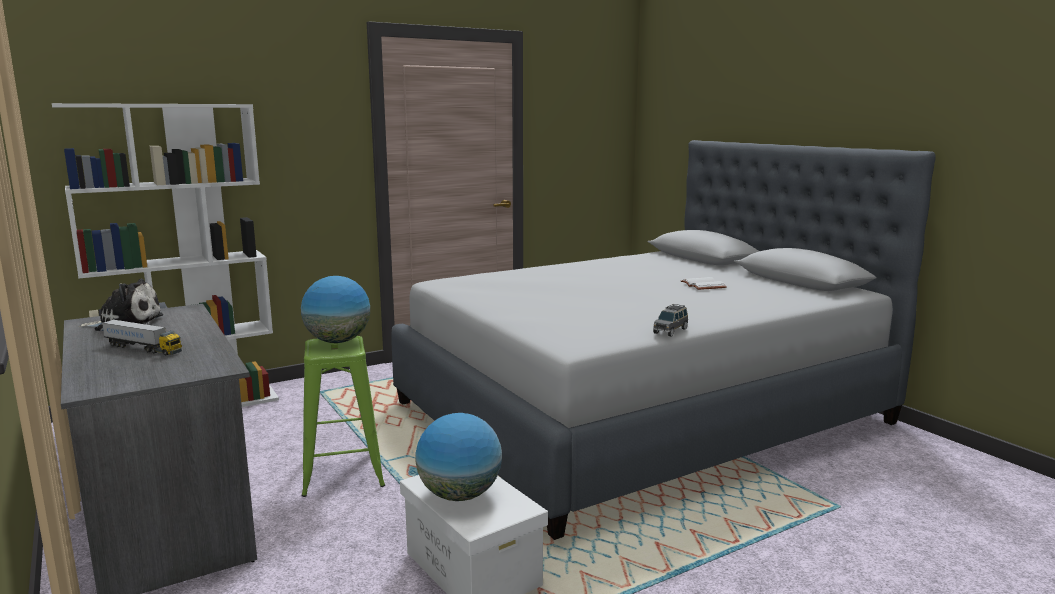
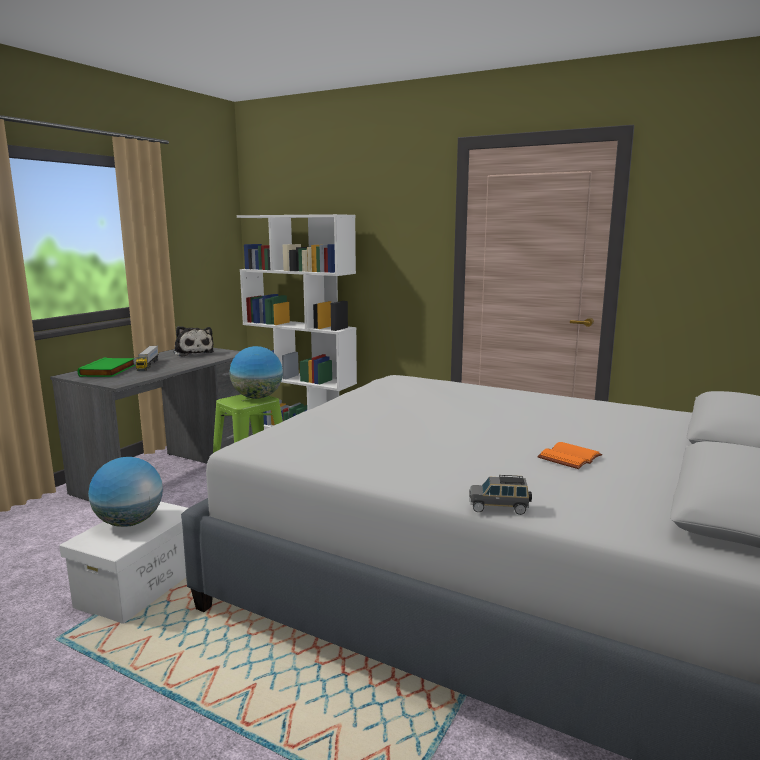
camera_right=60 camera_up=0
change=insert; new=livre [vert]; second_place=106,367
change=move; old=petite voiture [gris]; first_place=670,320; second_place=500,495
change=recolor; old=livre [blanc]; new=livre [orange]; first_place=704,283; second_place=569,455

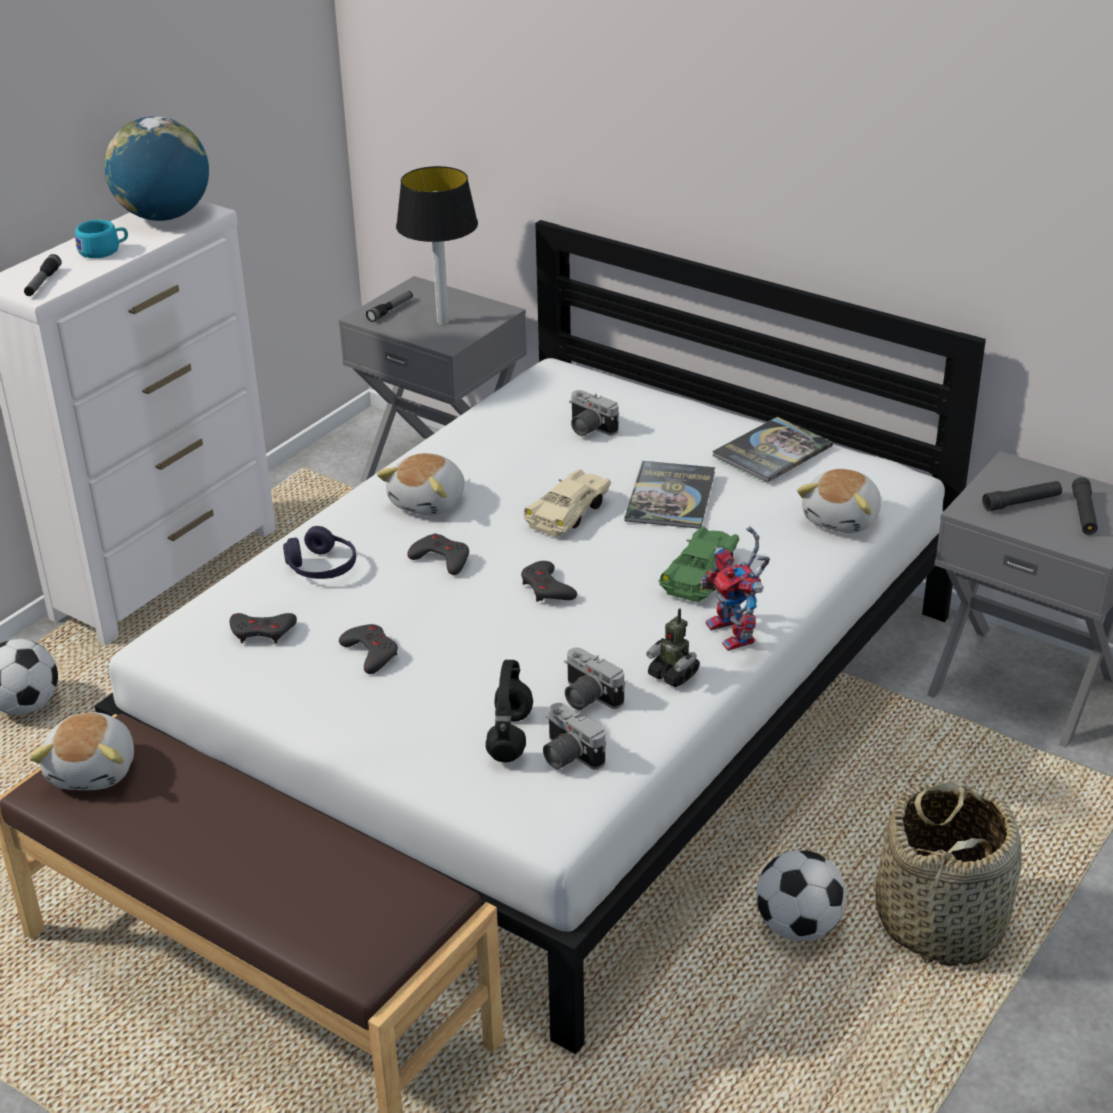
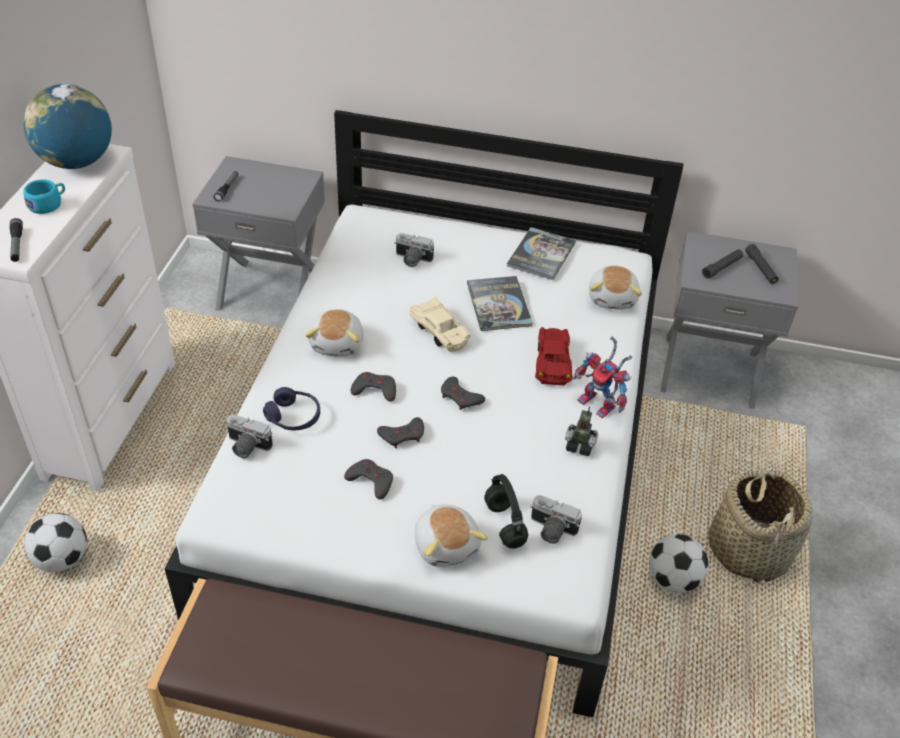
camera_right=-25 camera_up=10
change=move; old=appareil photo; first_place=594,678; second_place=249,436
change=move; old=manette [gris]; first_place=263,628; second_place=400,432
change=rotate; old=petite voiture [beige]; first_place=567,503; second_place=440,324; degrees=135
change=move; old=peluche; first_place=81,751; second_place=451,535
change=recolor; old=petite voiture [vert]; new=petite voiture [rouge]; first_place=699,564; second_place=554,356
change=delete; old=lampe de table; first_place=437,245

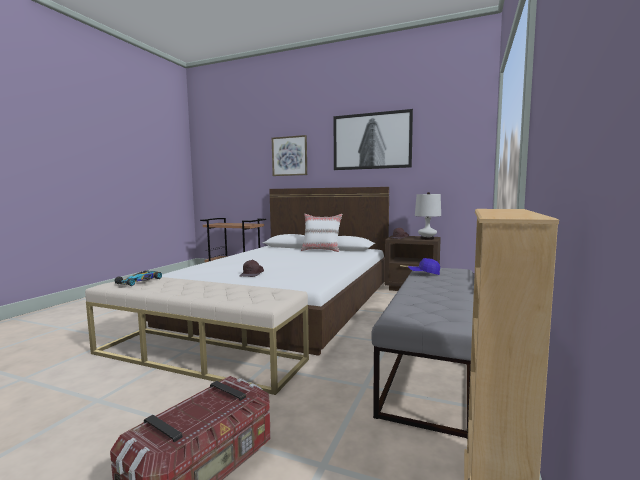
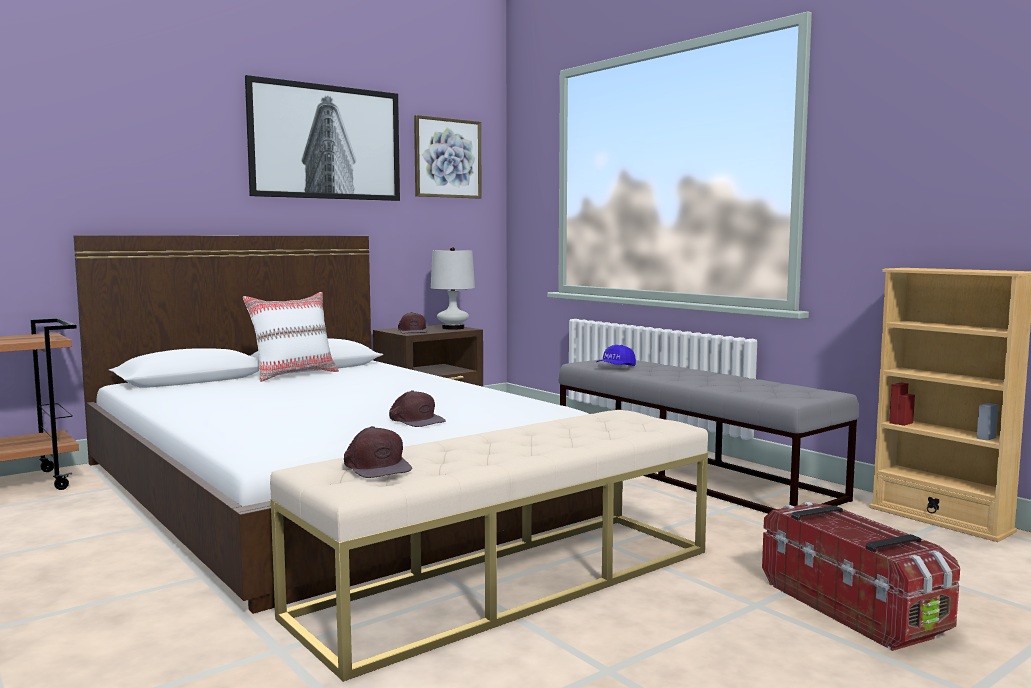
camera_right=-60 camera_up=0
change=replace; old=petite voiture; new=casquette [marron]; first_place=138,278; second_place=378,452
change=move; old=tableau; first_place=289,155; second_place=448,157

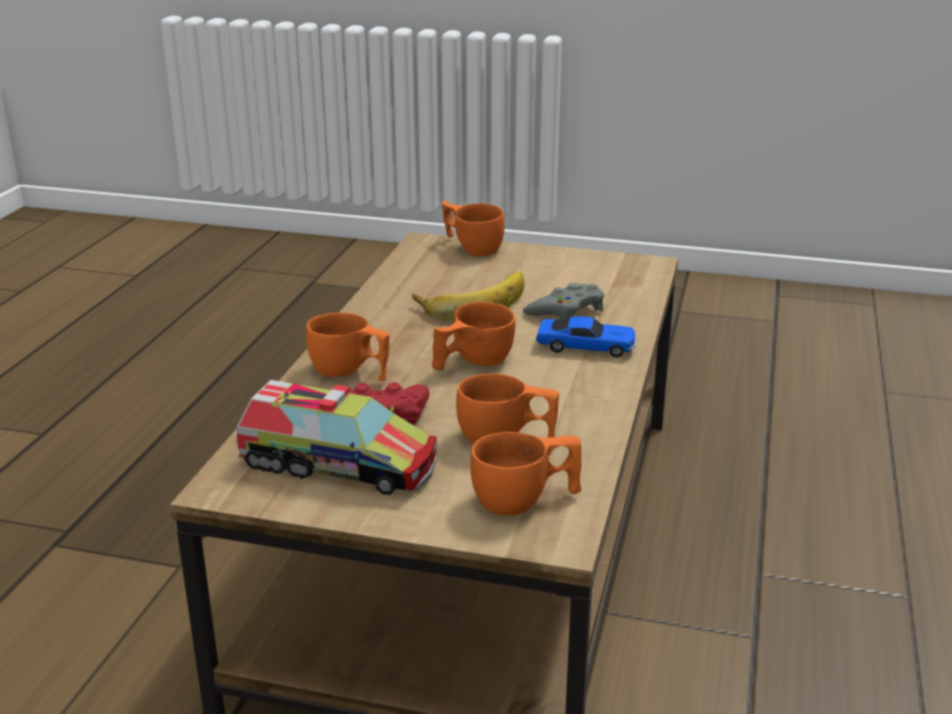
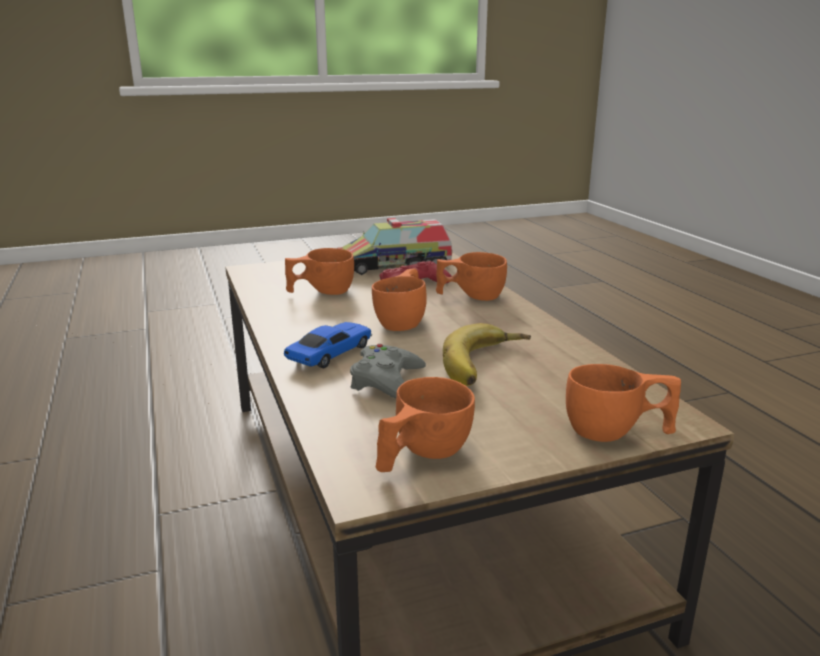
camera_right=145 camera_up=-5
change=rotate; old=petite voiture; first_place=586,337; second_place=328,345; degrees=150
change=move; old=tasse [orange]; first_place=526,474; second_place=425,424

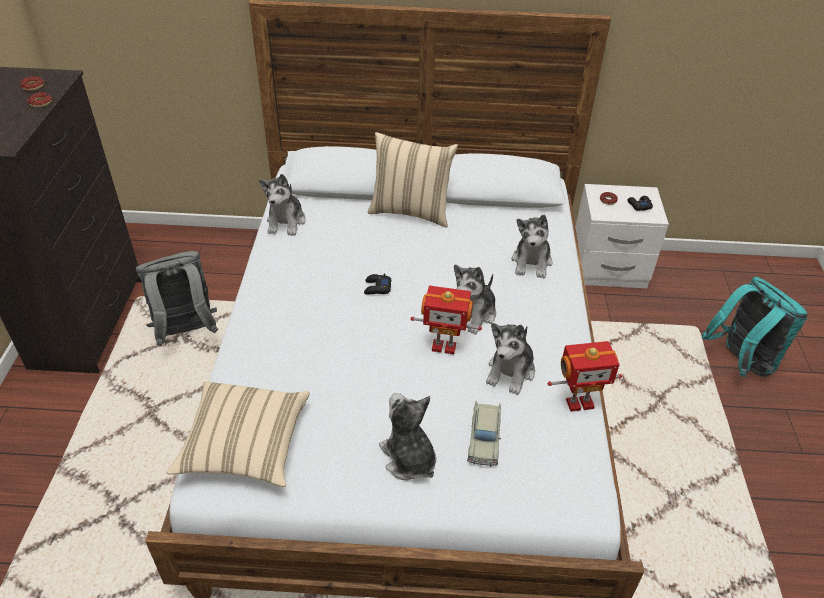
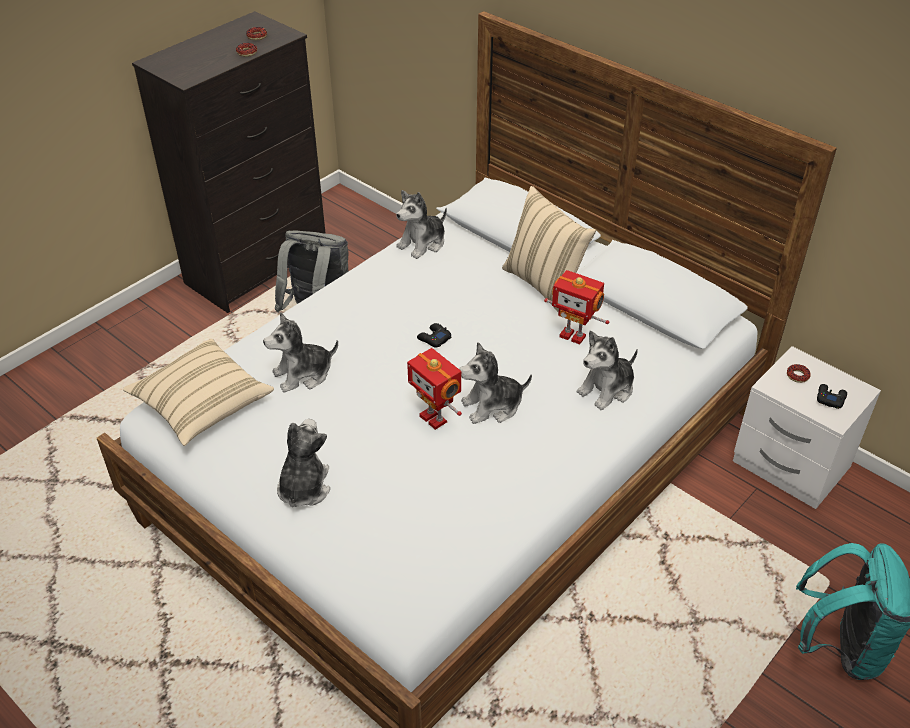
camera_right=40 camera_up=0
change=move; old=peluche; first_place=510,359; second_place=300,352
change=move; old=robot jouet; first_place=585,376; second_place=576,307
change=delete; old=petite voiture [beige]; first_place=484,434

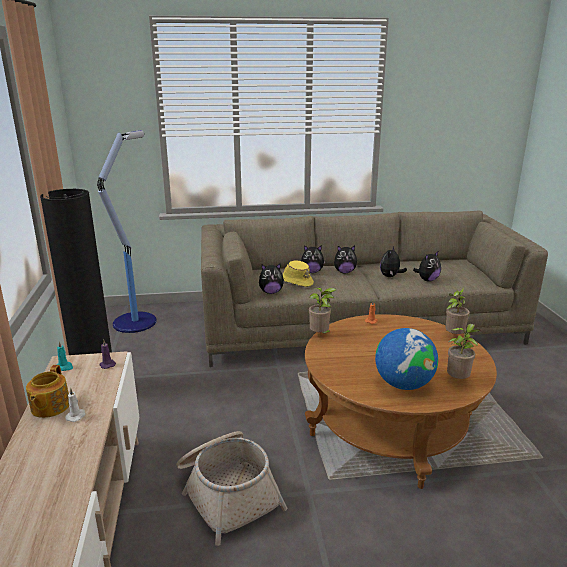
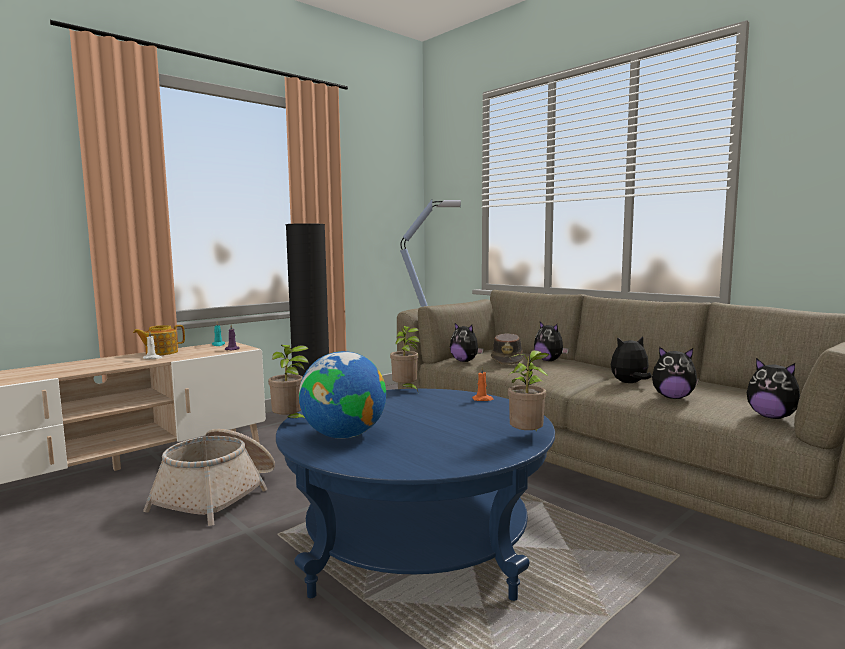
camera_right=55 camera_up=-15
change=move; old=plante en pot; first_place=463,351; second_place=288,381
change=recolor; old=table basse [marron]; new=table basse [bleu]; first_place=401,401; second_place=415,495
change=recolor; old=chapeau [jaune]; new=chapeau [marron]; first_place=298,273; second_place=507,349
change=move; old=peluche; first_place=345,259; second_place=773,388

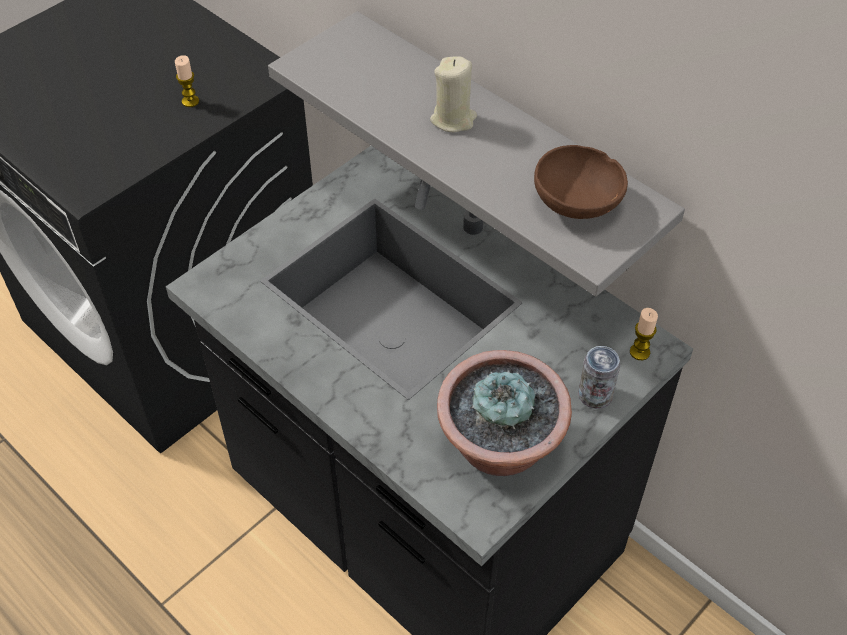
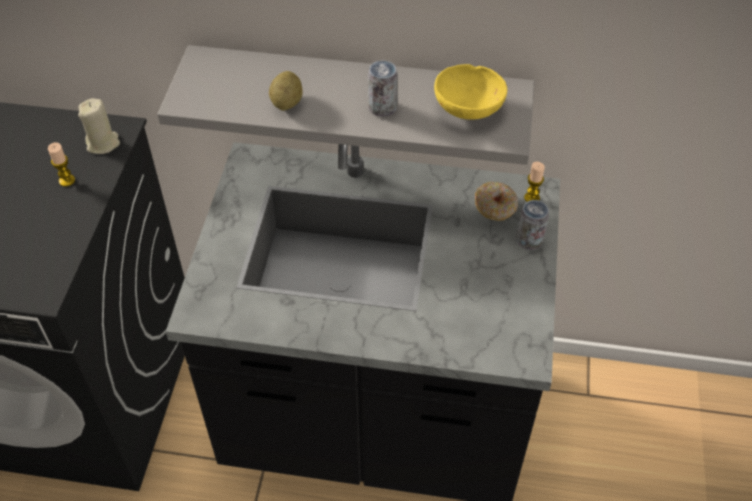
camera_right=-35 camera_up=0
change=move; old=bougie [beige]; first_place=453,94; second_place=99,126
change=insert; new=pomme de terre; second_place=286,91
change=insert; new=boîte métallique; second_place=383,88
change=recolor; old=bol [marron]; new=bol [jaune]; first_place=581,182; second_place=470,92
change=insert; new=beignet; second_place=496,201
change=delete; old=plante en pot; first_place=504,413

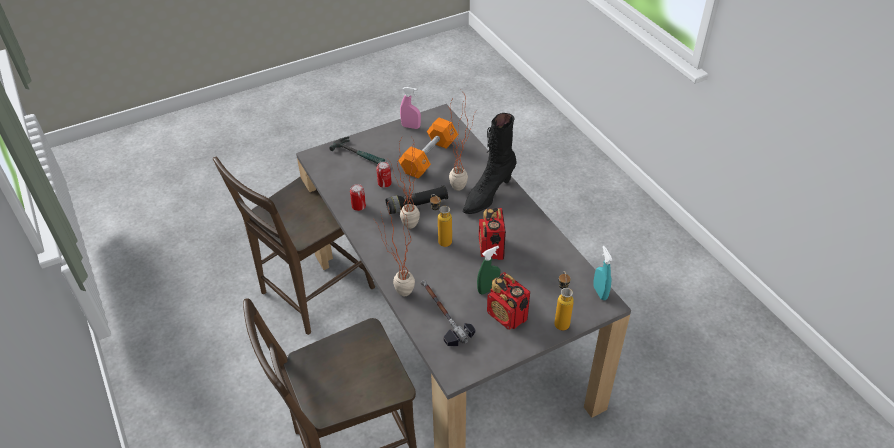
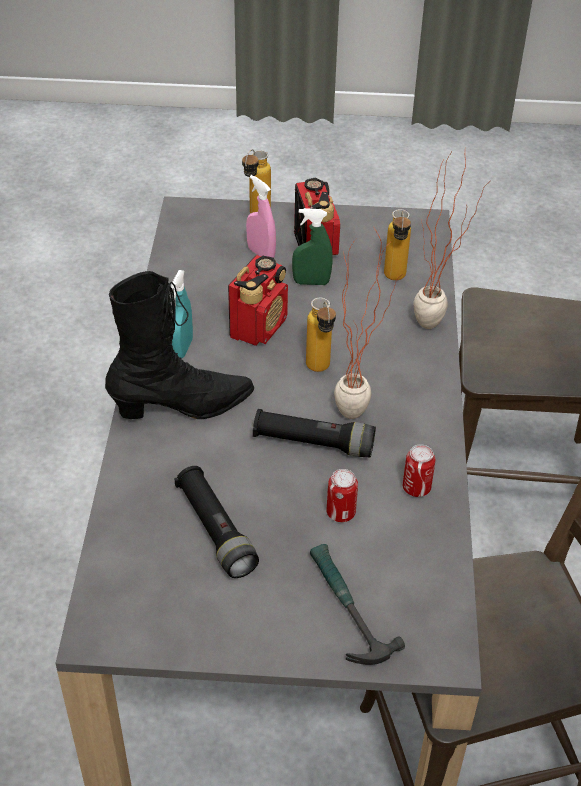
camera_right=-150 camera_up=0
change=move; old=vaporisateur [turquoise]; first_place=603,273; second_place=182,314
change=replace; old=haltère [orange]; new=lampe de poche [noir]; first_place=428,148; second_place=216,522
change=move; old=vaporisateur [rose]; first_place=410,108; second_place=261,216
change=replace; old=marteau; new=bouteille; first_place=448,313; second_place=397,244
change=delete; old=plante en pot; first_place=461,140

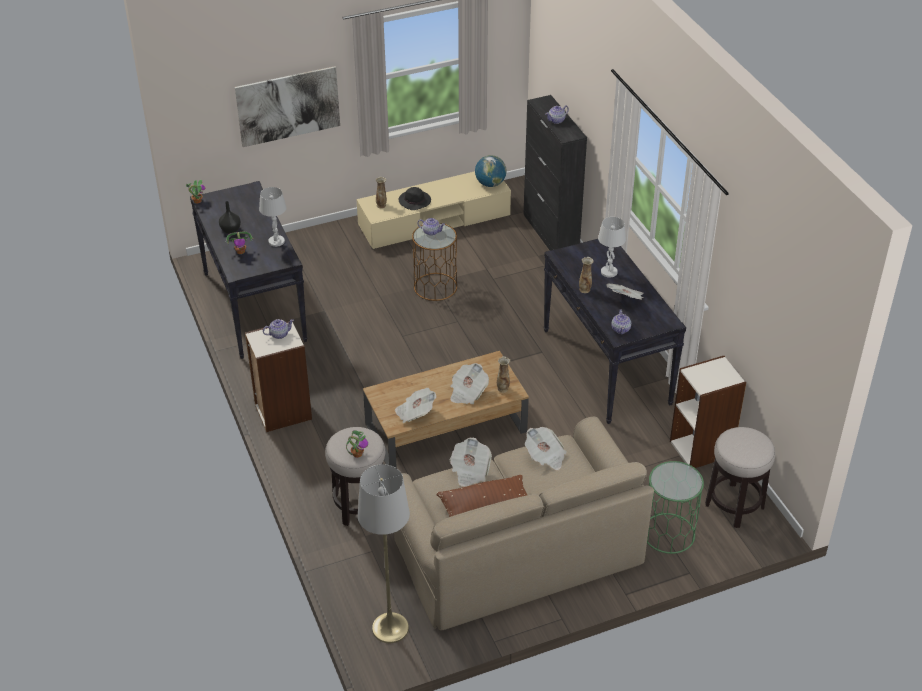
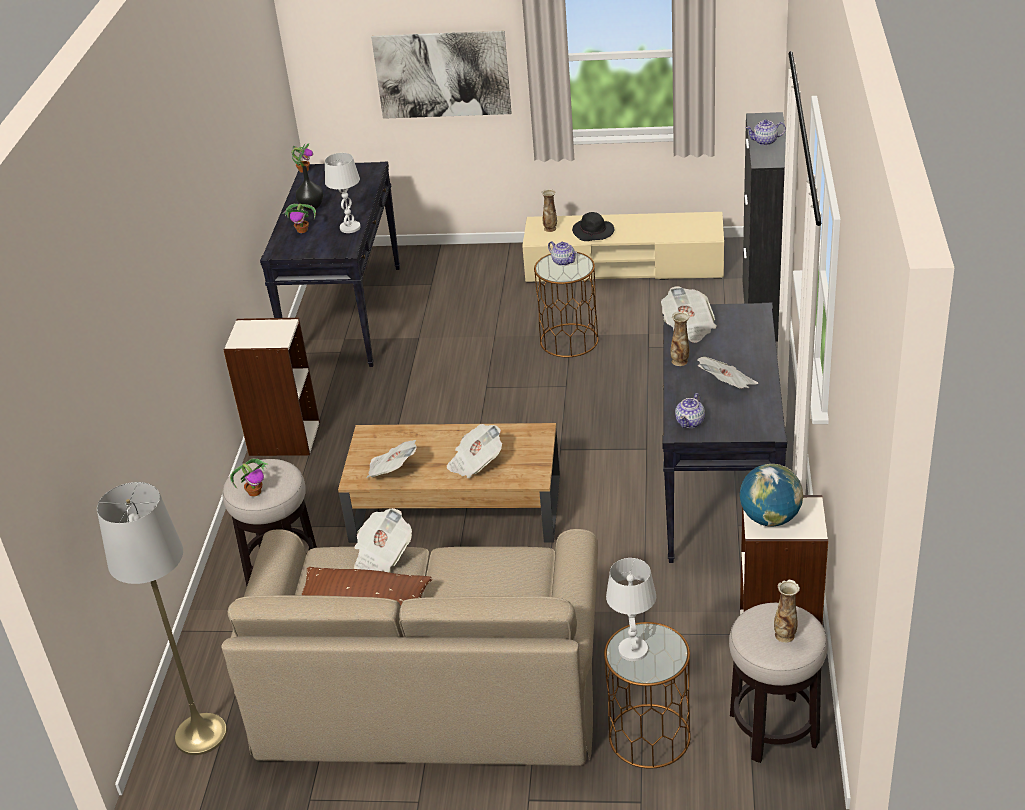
camera_right=30 camera_up=-5
change=recolor; old=table d'appoint [vert]; new=table d'appoint [marron]; first_place=675,507; second_place=647,695
change=move; old=lampe de table [blanc]; first_place=612,247; second_place=631,609
change=move; old=journal; first_place=546,448; second_place=689,314
change=move; old=globe; first_place=490,171; second_place=771,495
change=move; old=vase; first_place=503,374; second_place=787,611
change=delete; old=théière; first_place=278,329

